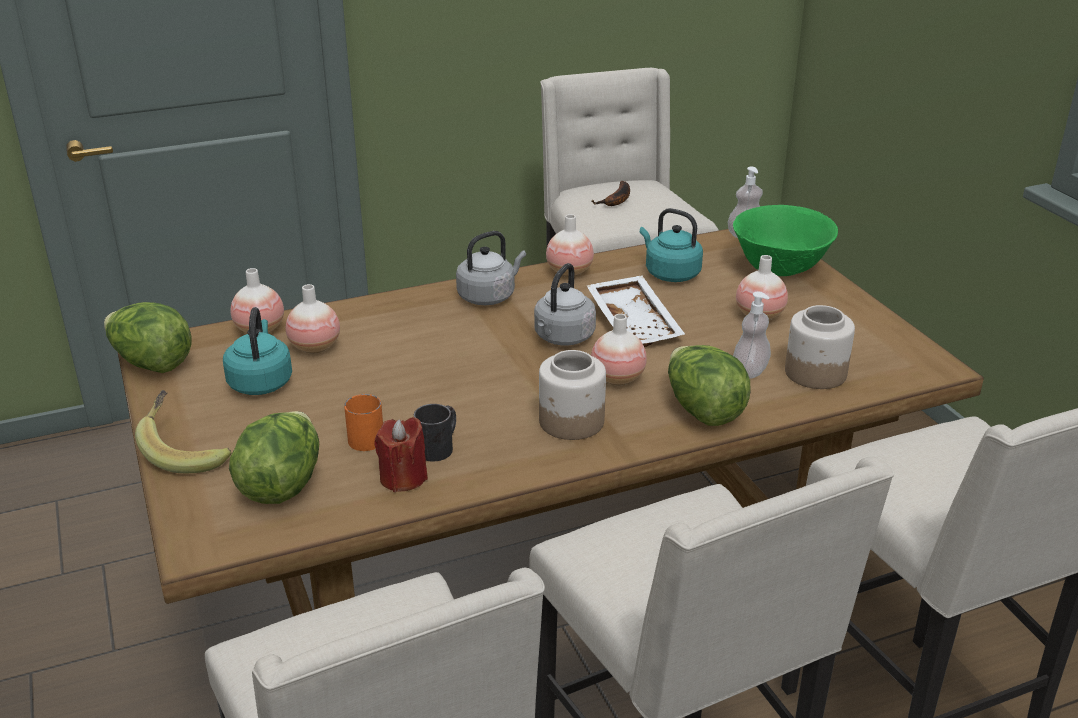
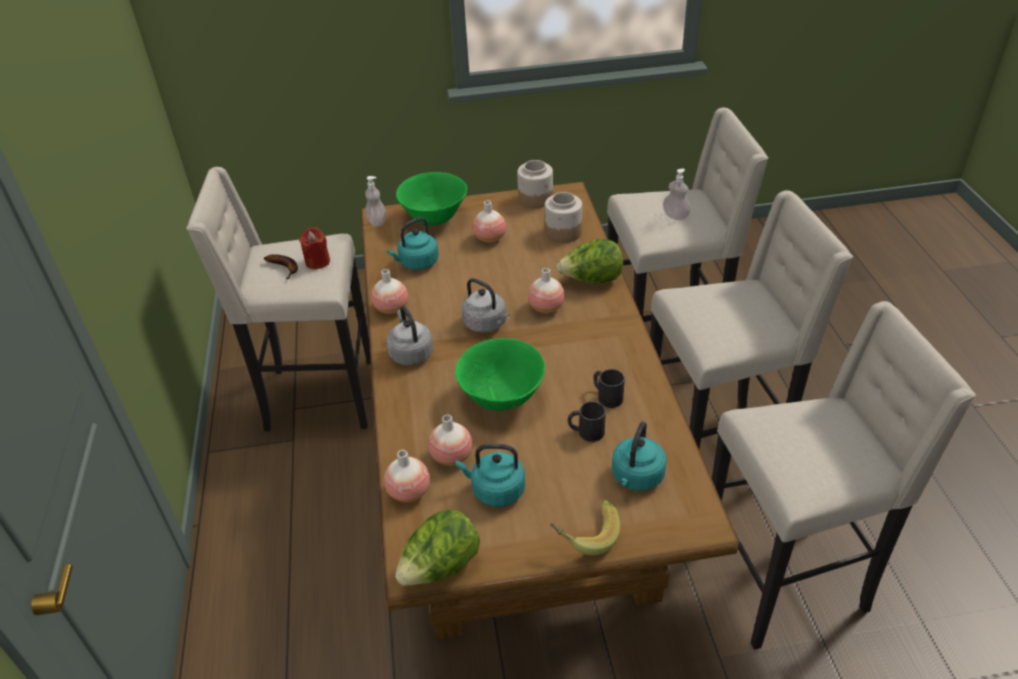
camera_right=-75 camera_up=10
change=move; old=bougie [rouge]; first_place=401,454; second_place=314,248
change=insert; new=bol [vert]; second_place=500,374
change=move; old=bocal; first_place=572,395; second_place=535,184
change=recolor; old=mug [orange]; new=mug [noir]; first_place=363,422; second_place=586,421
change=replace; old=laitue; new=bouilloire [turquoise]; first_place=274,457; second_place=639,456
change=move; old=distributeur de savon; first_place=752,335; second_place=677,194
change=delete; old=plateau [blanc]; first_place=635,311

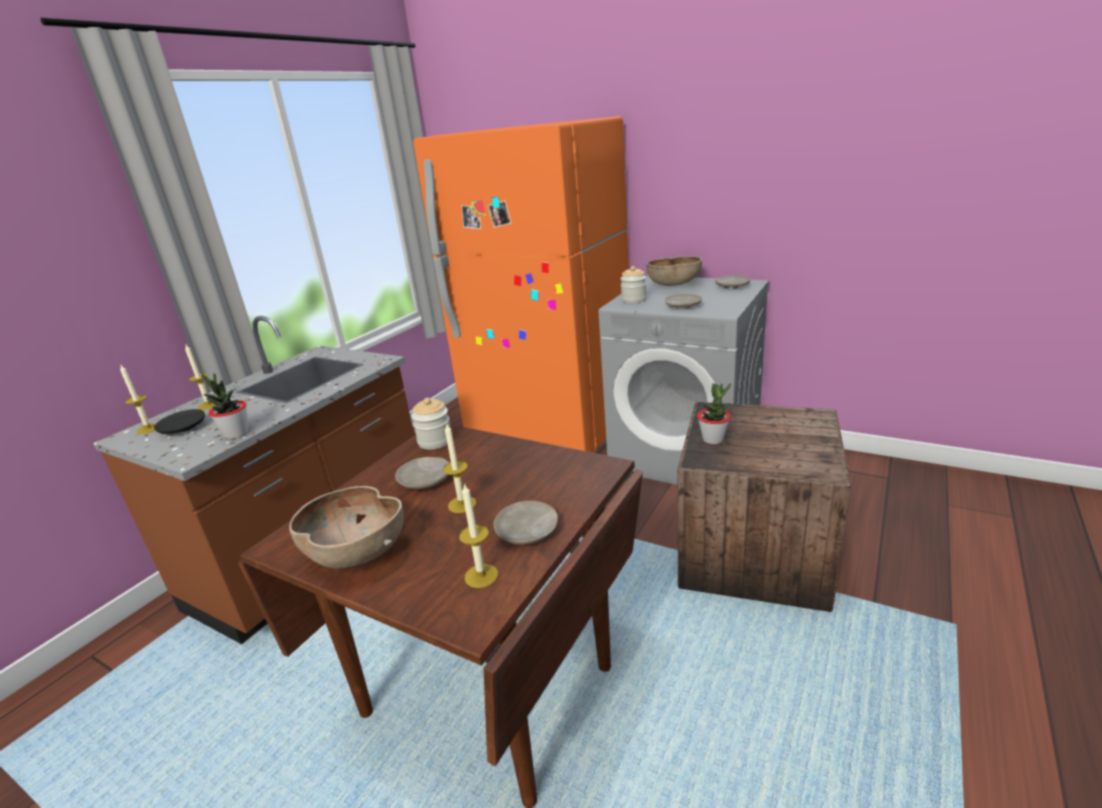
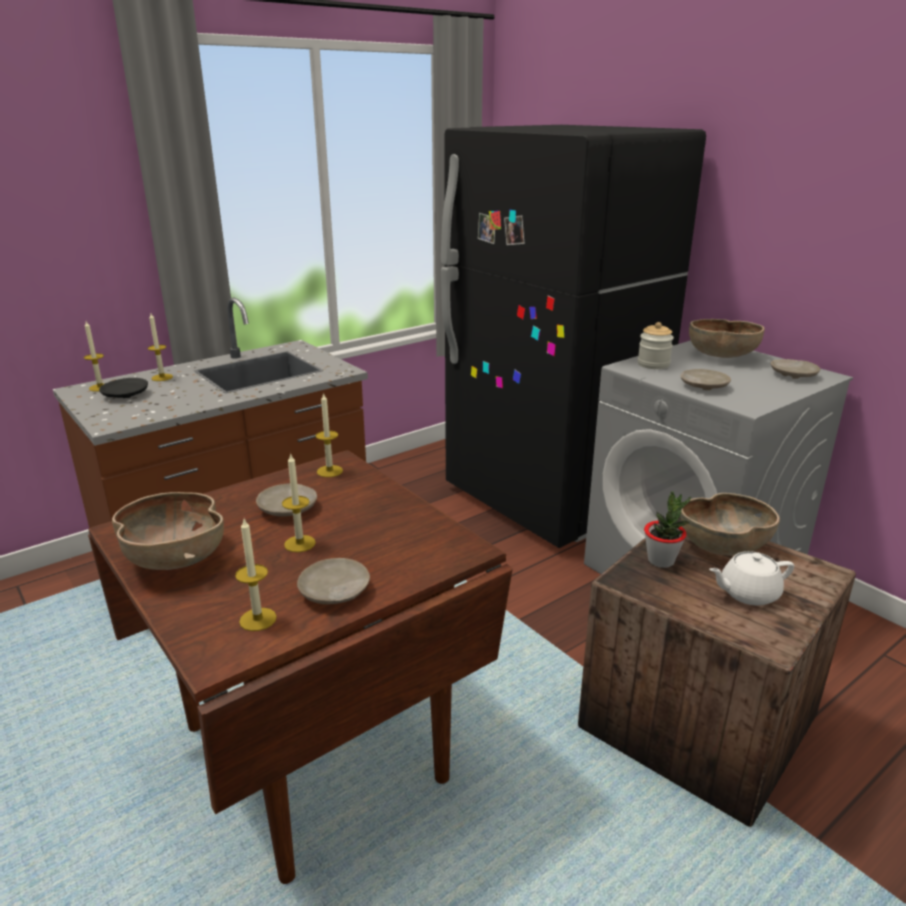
camera_right=20 camera_up=0
change=replace; old=bocal; new=bougie; first_place=431,424; second_place=329,434
change=recolor; old=réfrigérateur [orange]; new=réfrigérateur [noir]; first_place=521,284; second_place=573,336
change=insert; new=bol [marron]; second_place=730,524
change=insert; new=théière [blanc]; second_place=751,578
change=delete; old=plante en pot; first_place=224,406

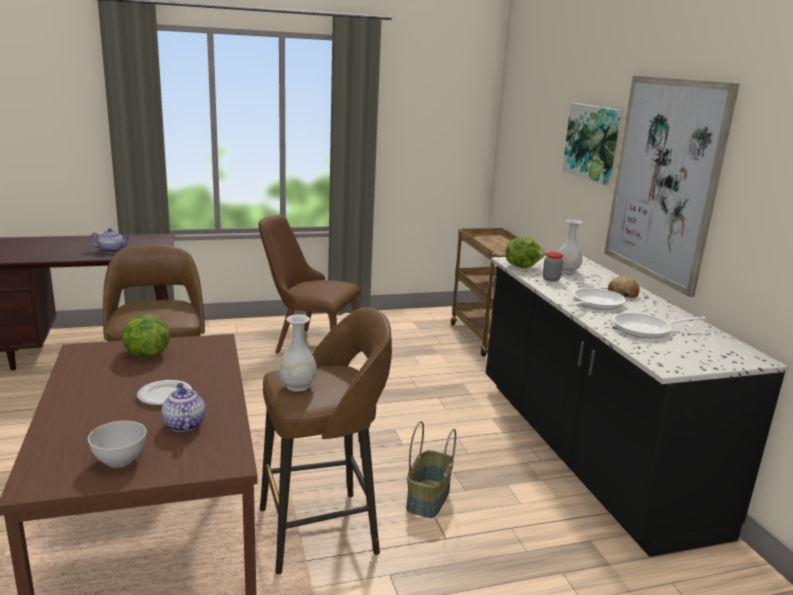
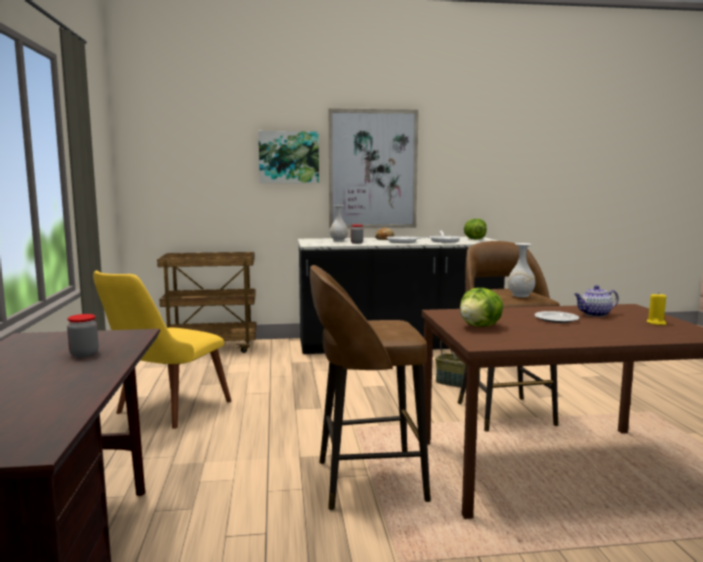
camera_right=-80 camera_up=-10
change=replace; old=théière; new=bocal; first_place=110,240; second_place=83,336
change=recolor; old=chaise [marron]; new=chaise [jaune]; first_place=309,284; second_place=162,349
change=move; old=laitue; first_place=525,252; second_place=475,229
change=replace; old=bol [gris]; new=bougie [jaune]; first_place=117,444; second_place=656,309

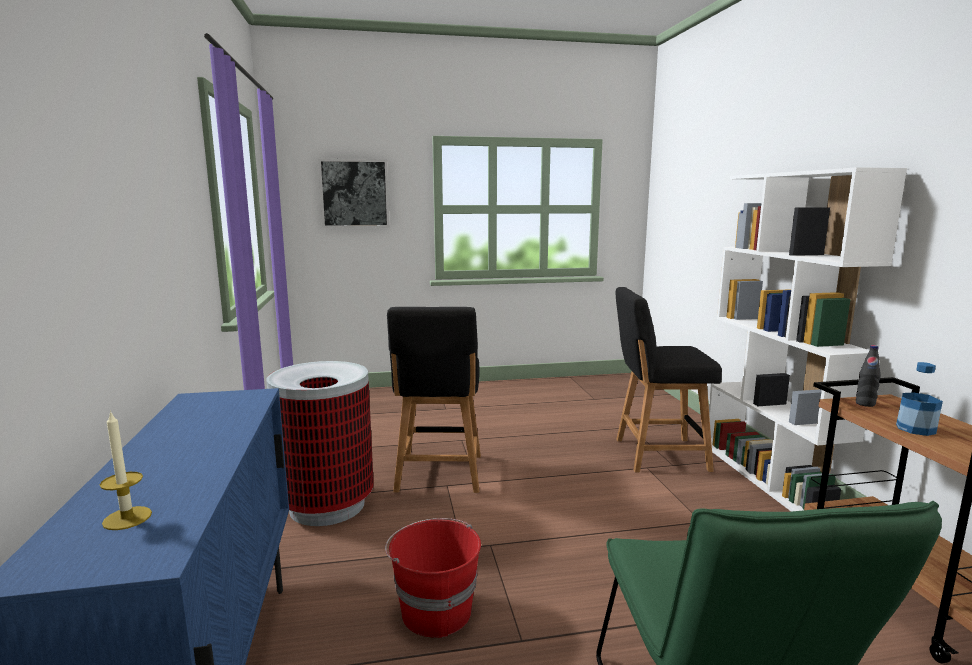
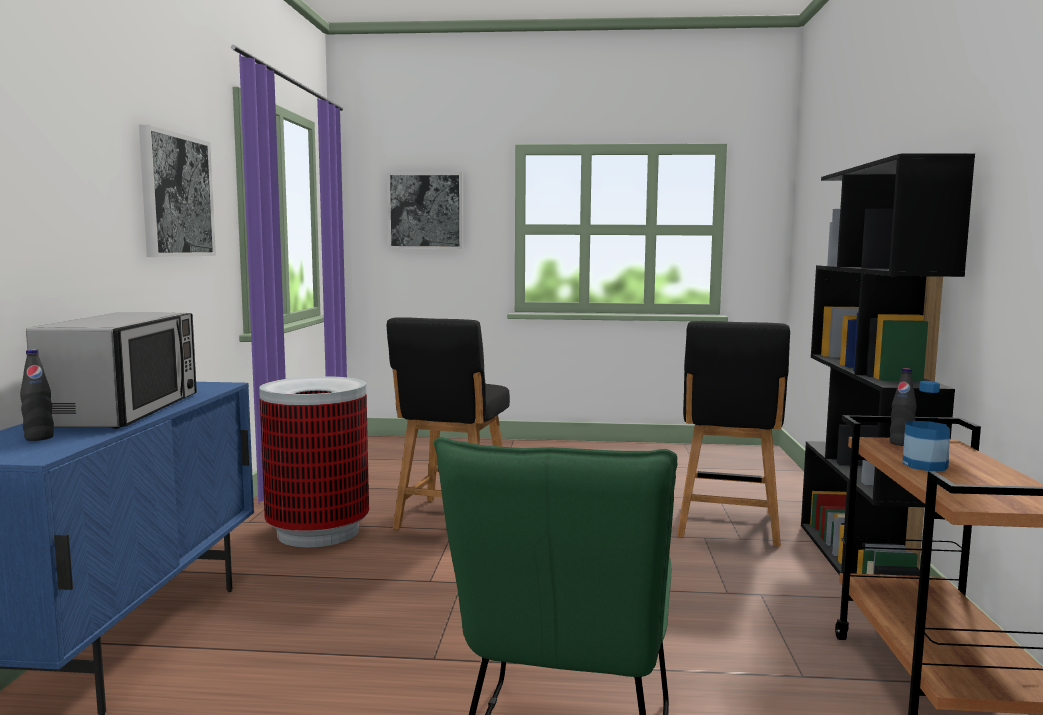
camera_right=15 camera_up=-5
change=replace; old=bougie; new=bouteille [noir]; first_place=126,470; second_place=37,395
change=insert; new=micro-ondes; second_place=111,370
change=insert; new=tableau; second_place=177,191
change=rotate; old=chaise [noir]; first_place=669,379; second_place=733,434; degrees=-90
change=recolor; old=bibliothèque [blanc]; new=bibliothèque [noir]; first_place=808,339; second_place=888,364
change=delete; old=seau [rouge]; first_place=433,578

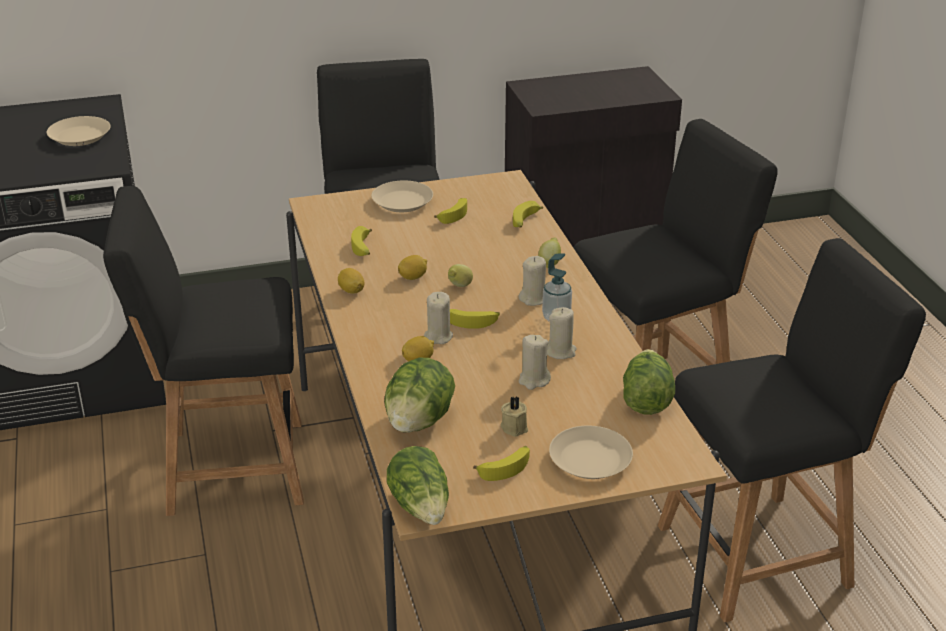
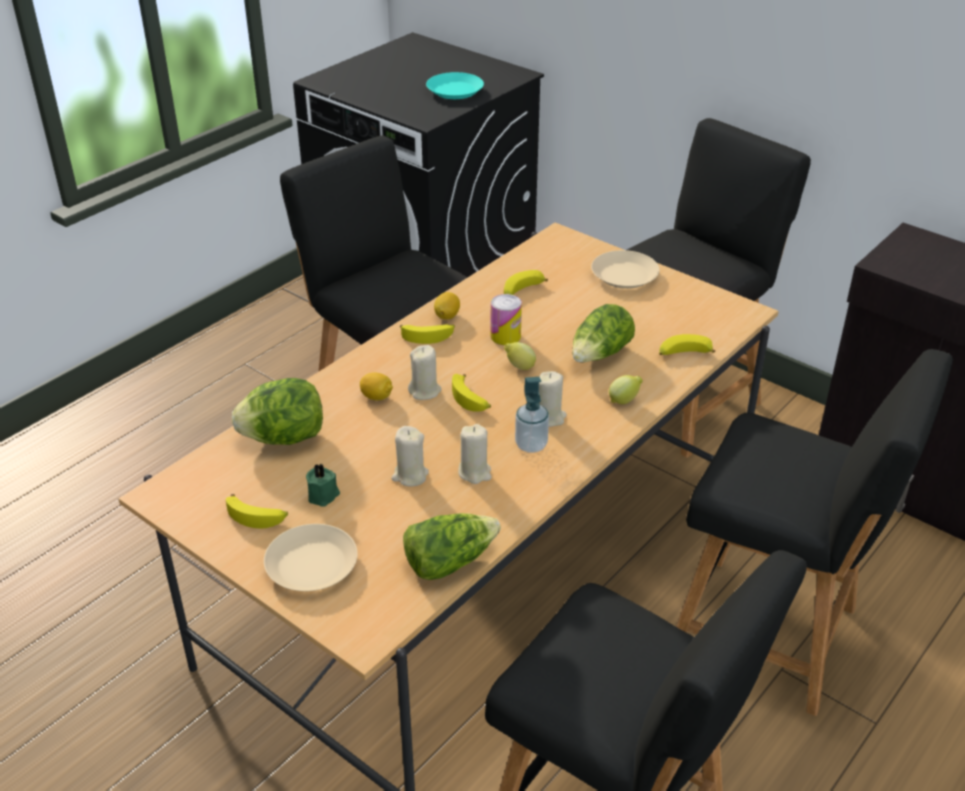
camera_right=55 camera_up=5
change=recolor; old=bougie [beige]; new=bougie [vert]; first_place=514,416; second_place=323,485
change=move; old=banane; first_place=450,211; second_place=427,334
change=recolor; old=assiette [beige]; new=assiette [turquoise]; first_place=78,131; second_place=455,85
change=replace; old=citron; new=boîte métallique; first_place=412,267; second_place=506,319
change=move; old=laitue; first_place=418,485; second_place=603,333

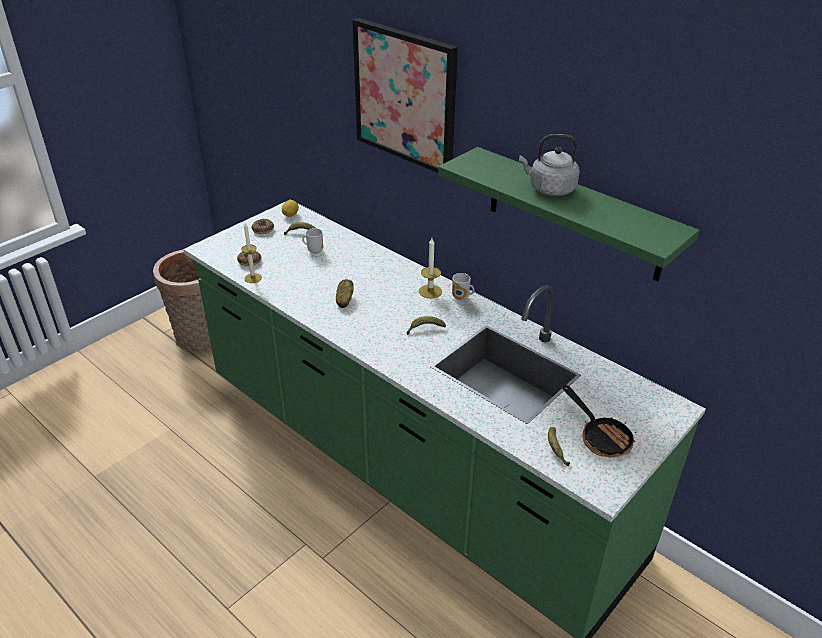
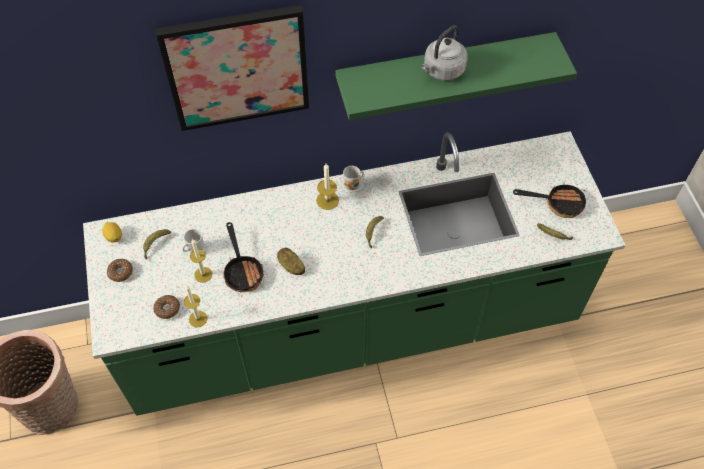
camera_right=-55 camera_up=20
change=insert; new=bougie; second_place=201,261
change=insert; new=poêle; second_place=243,257

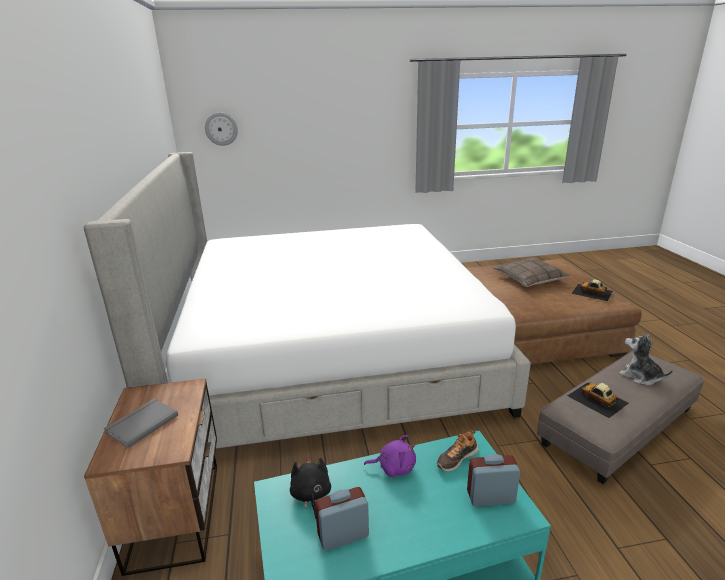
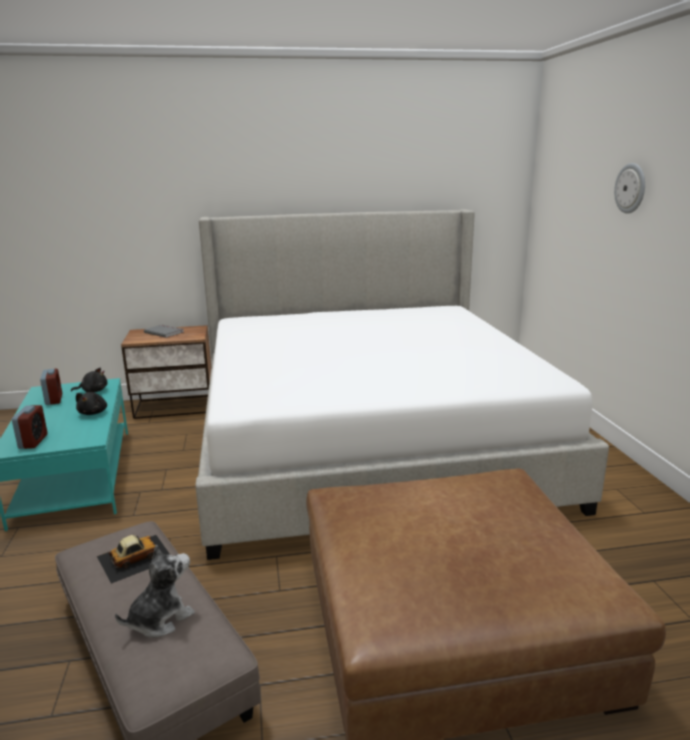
camera_right=90 camera_up=-5
change=recolor; old=peluche [violet]; new=peluche [noir]; first_place=390,456; second_place=91,403
change=move; old=horloge murale; first_place=221,129; second_place=629,188
change=delete; old=chaussure; first_place=458,451
change=delete; old=coussin; first_place=531,272
change=delete; old=petite voiture; first_place=592,290

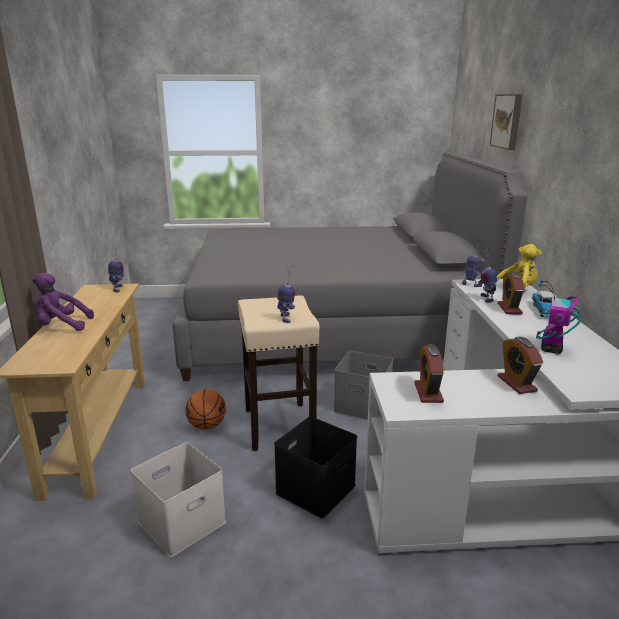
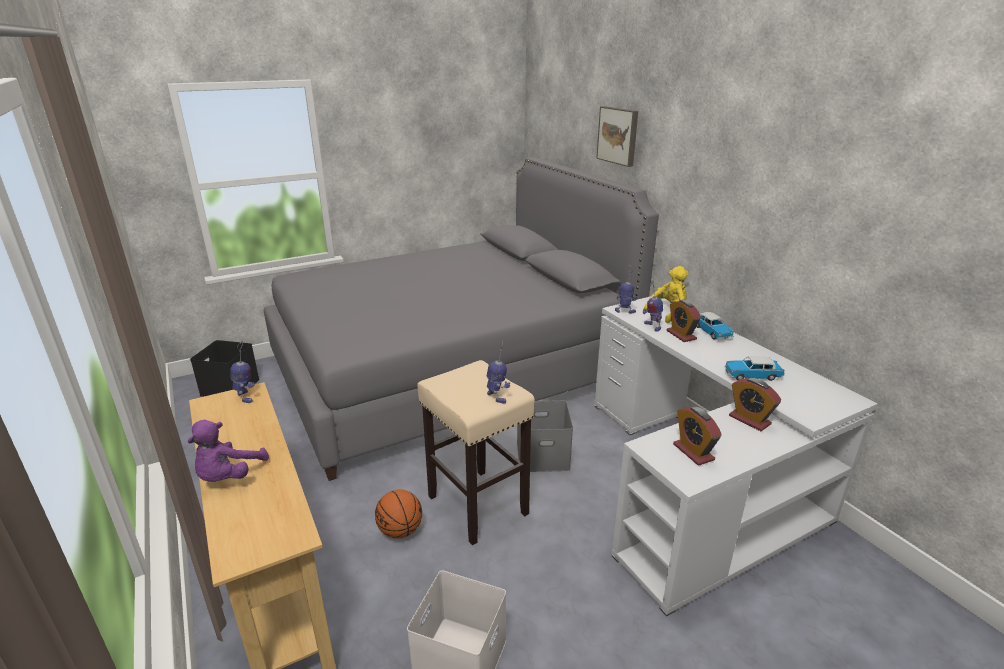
camera_right=-25 camera_up=5
change=rotate; old=peluche [violet]; first_place=63,302; second_place=228,450; degrees=-45
change=move; old=boîte de rangement [noir]; first_place=315,467; second_place=225,368
change=replace; old=robot jouet; new=petite voiture; first_place=558,317; second_place=754,368

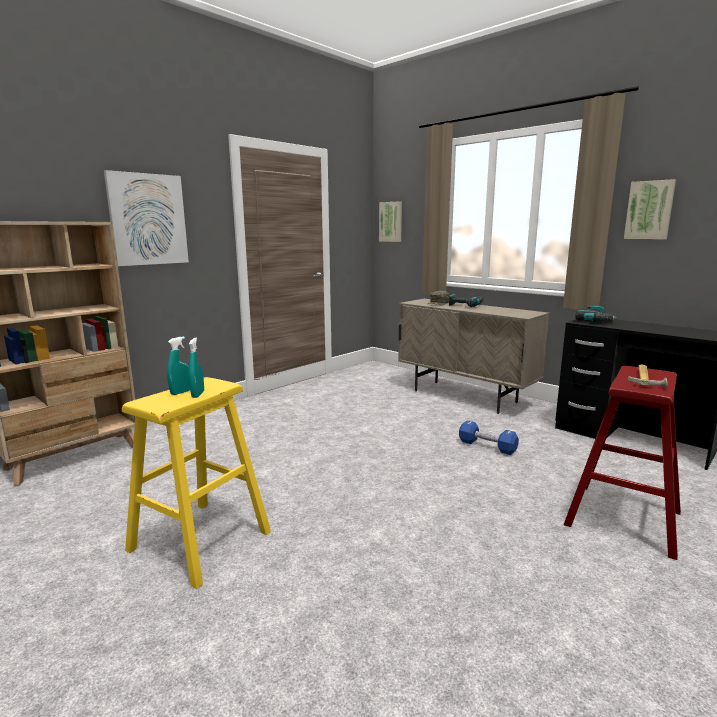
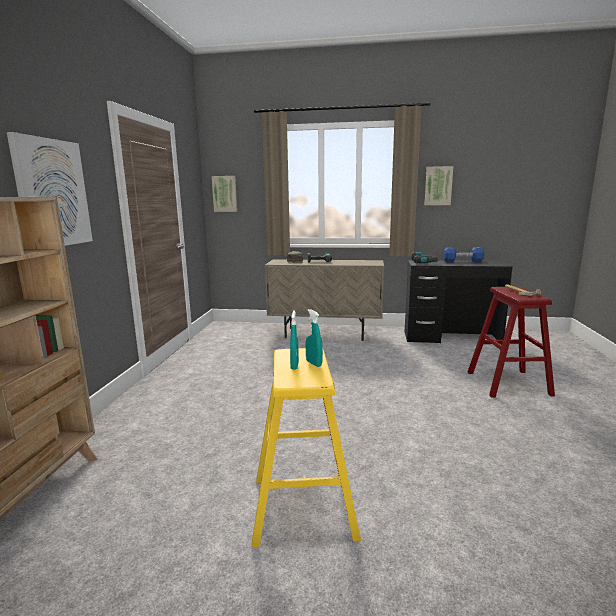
camera_right=-35 camera_up=0
change=move; old=haltère [bleu]; first_place=489,437; second_place=463,254

